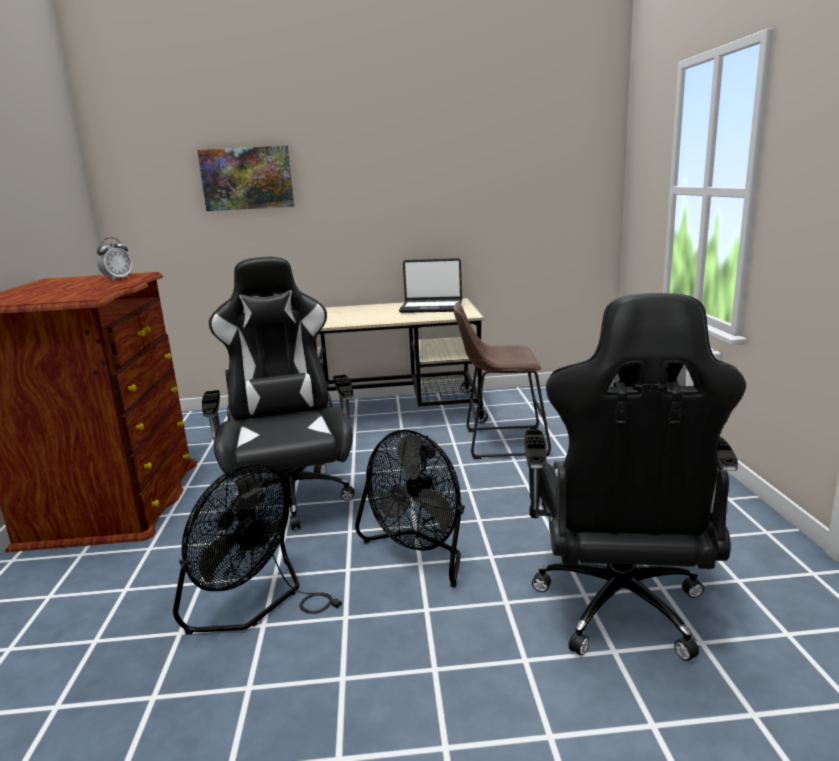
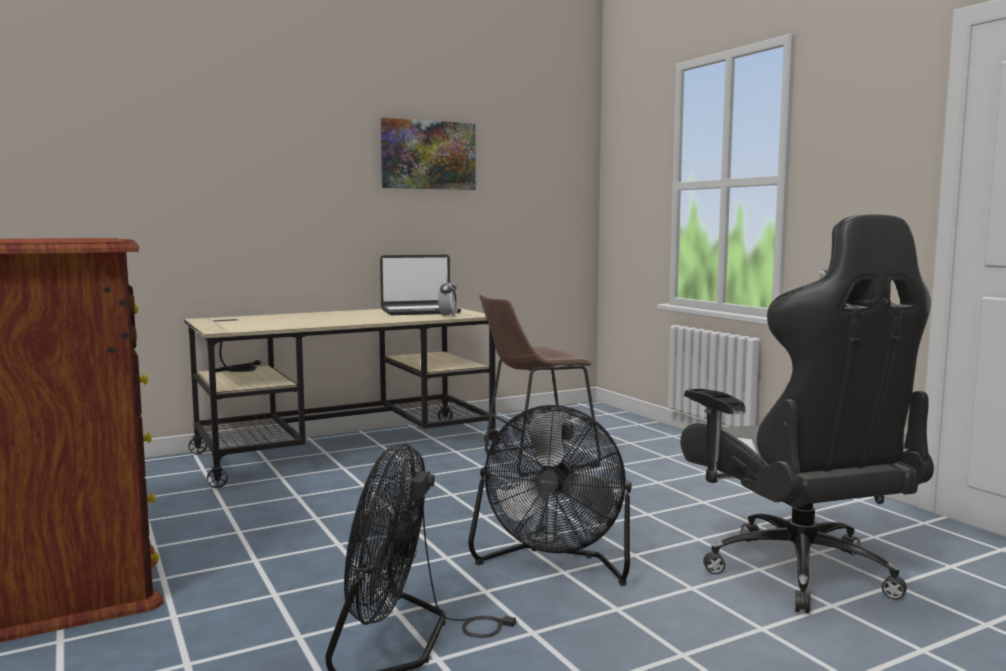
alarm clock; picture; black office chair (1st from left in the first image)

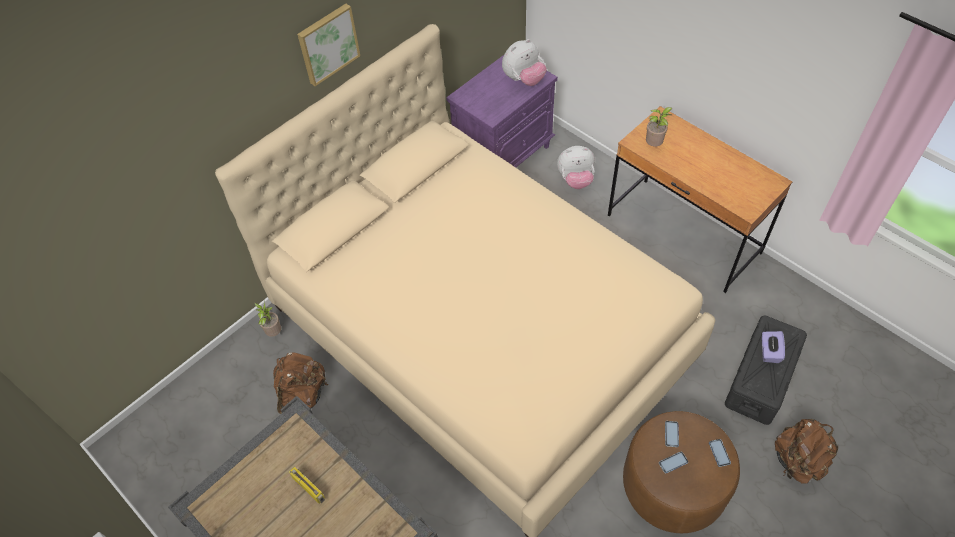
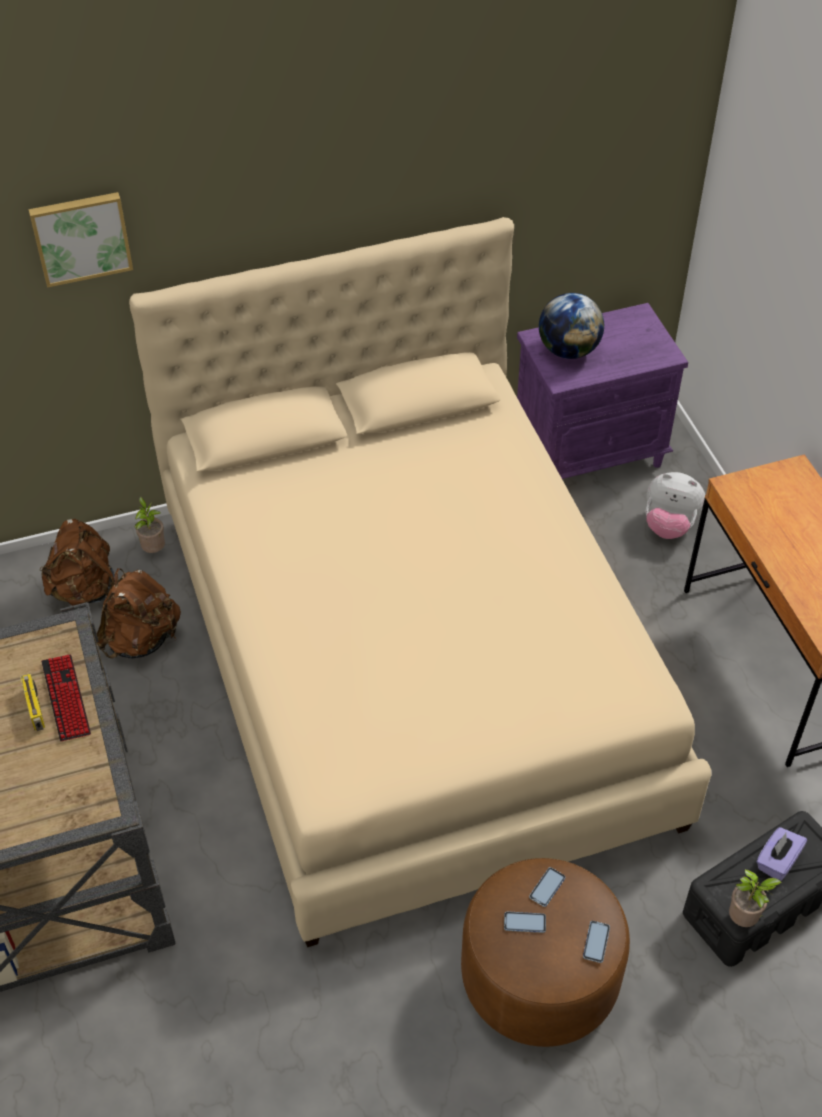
picture; plush toy (1st from left in the first image); potted plant (2nd from left); brown backpack (1st from left); keyboard; globe

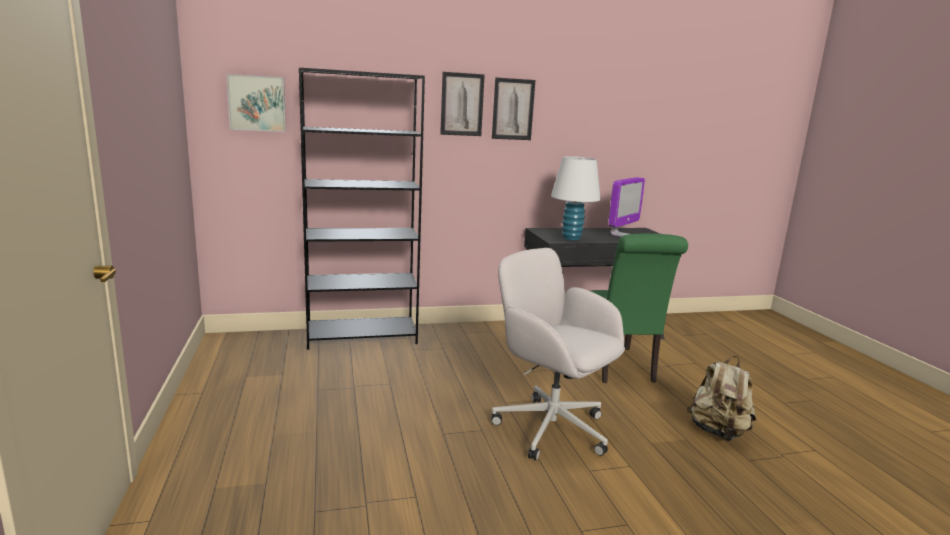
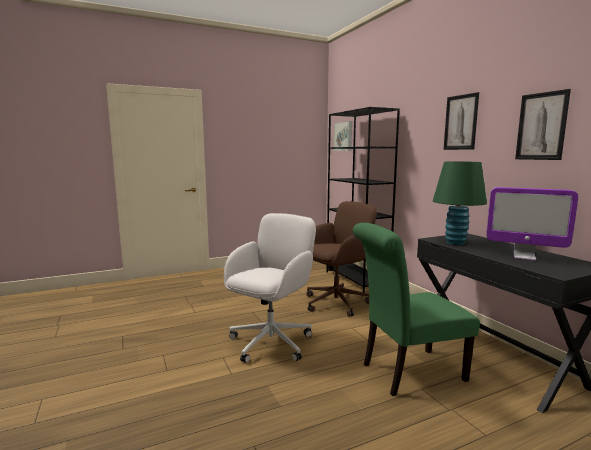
picture (3rd from left); green table lamp; beige backpack; brown office chair

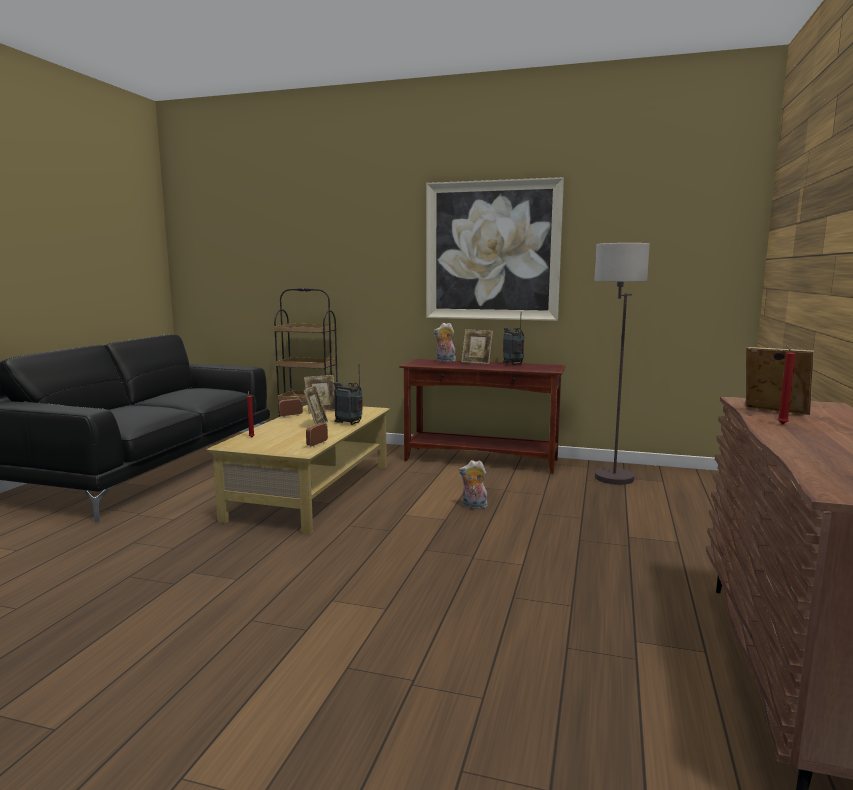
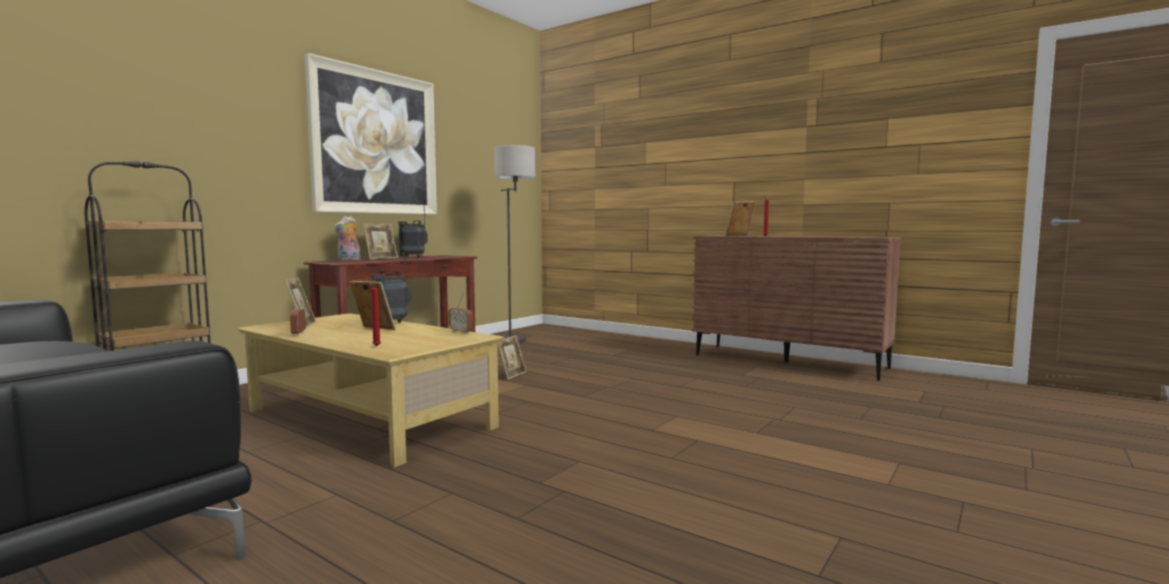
picture frame (4th from left)

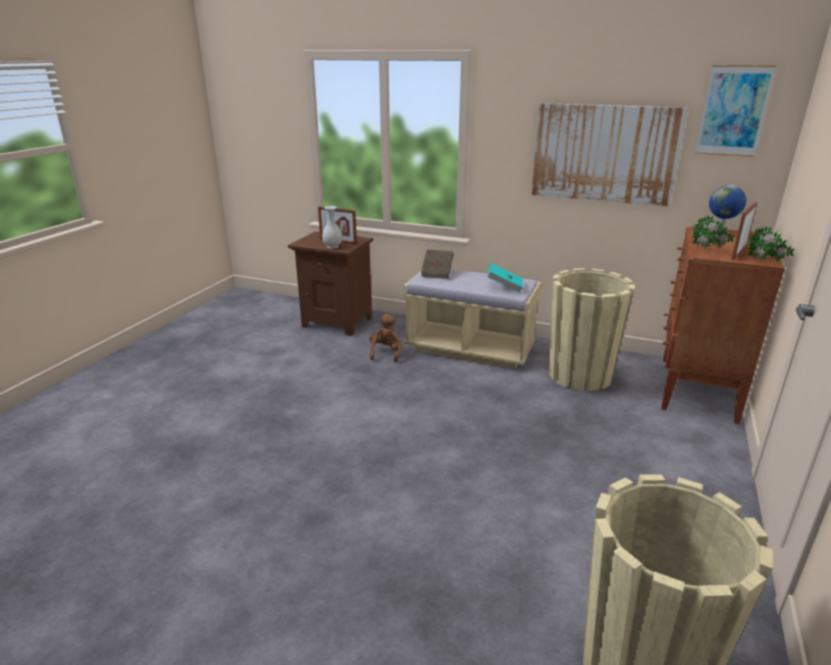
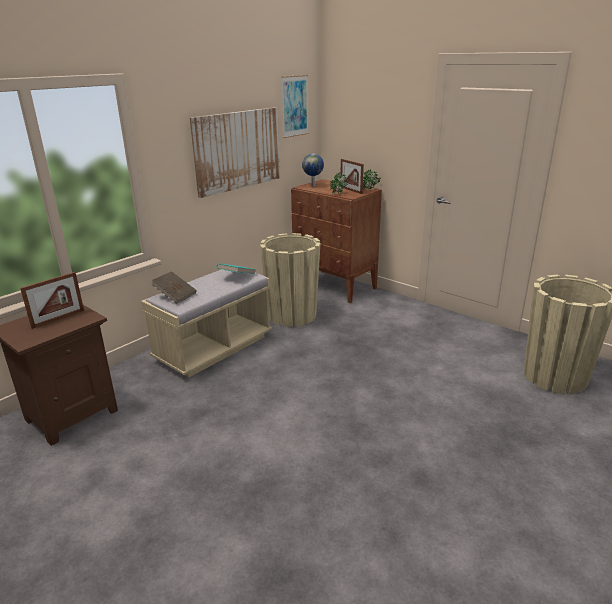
white vase; brown plush toy

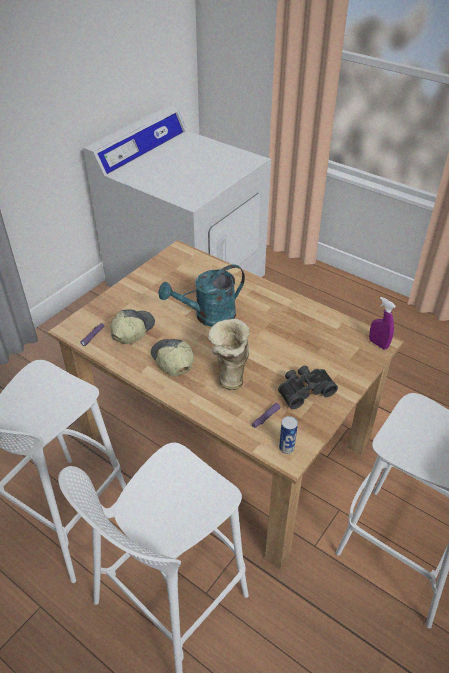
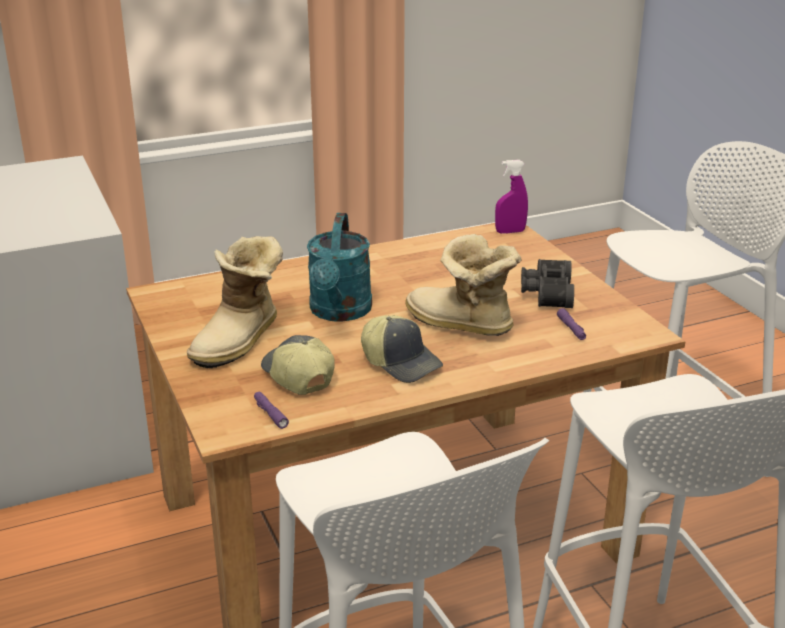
cap (2nd from left); can; boot (1st from left)

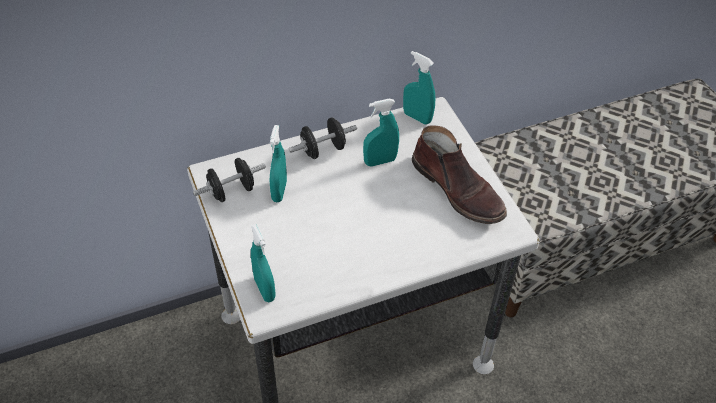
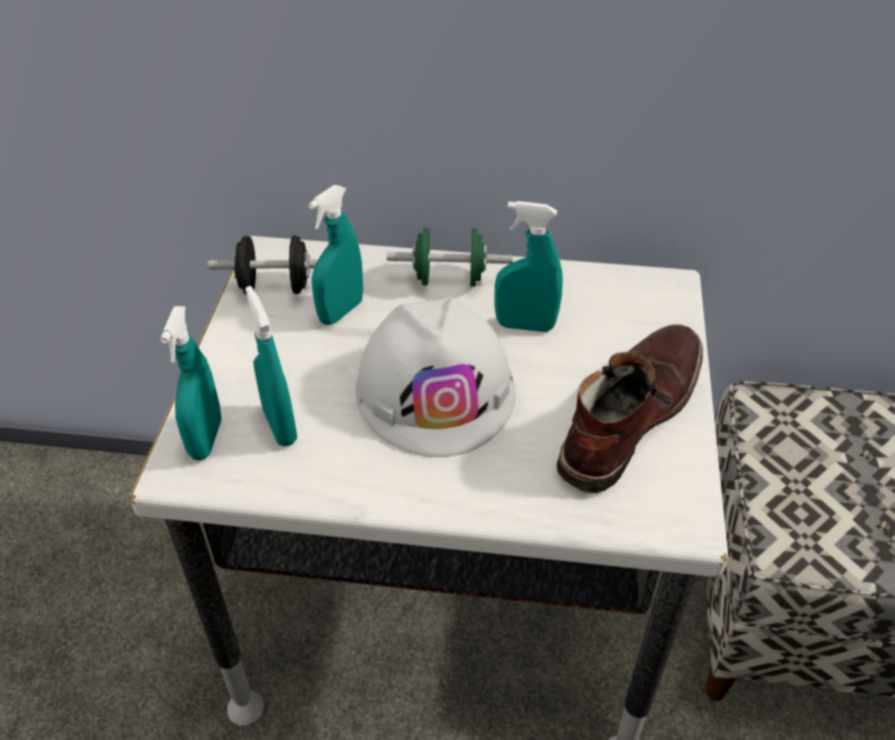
green dumbbell; turquoise spray bottle (2nd from left); brown boot; white hard hat

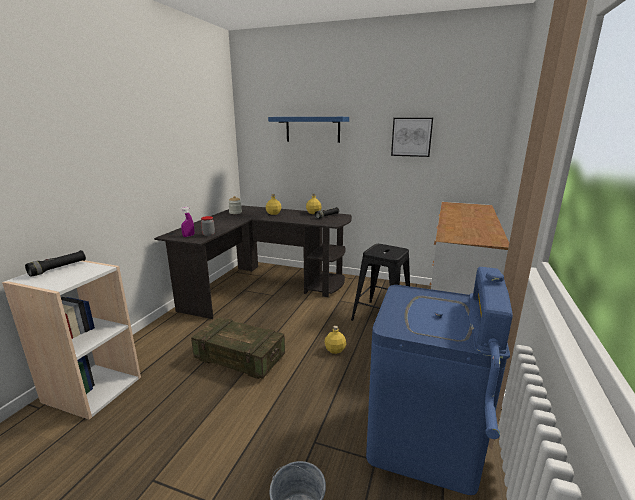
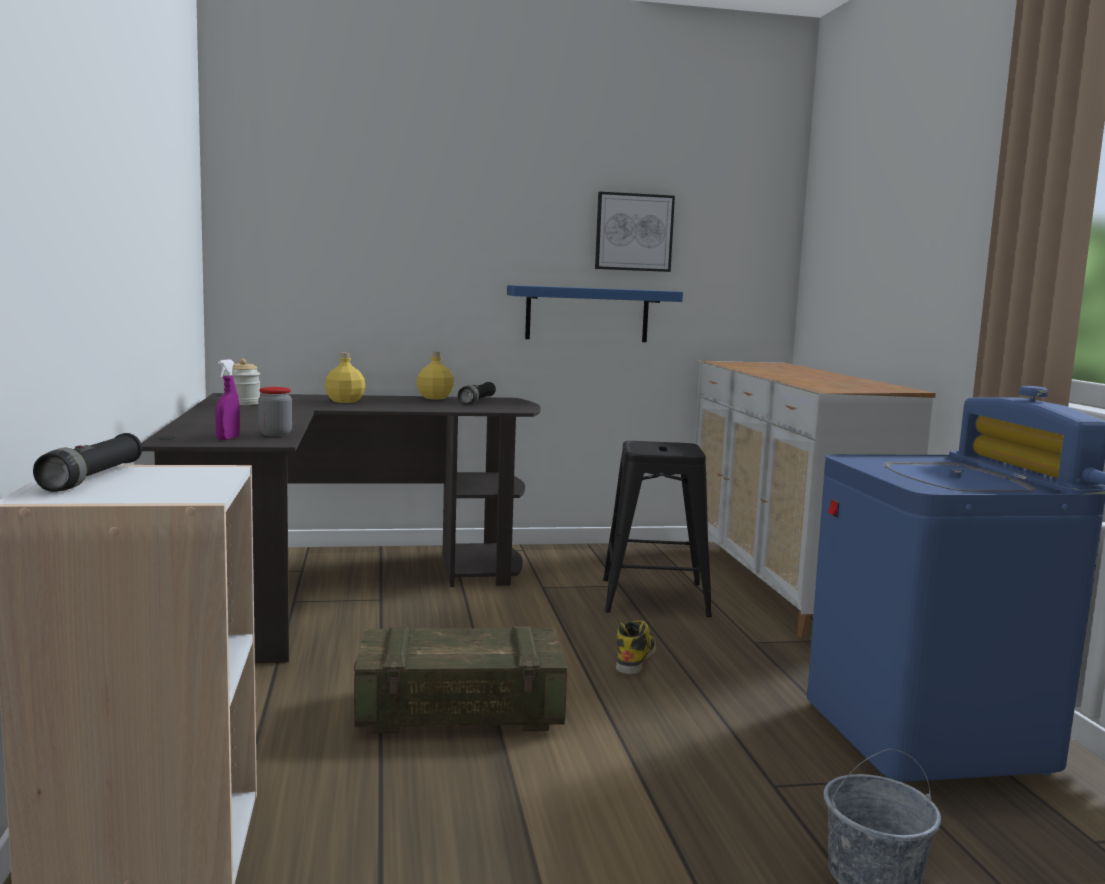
blue shelf; boot

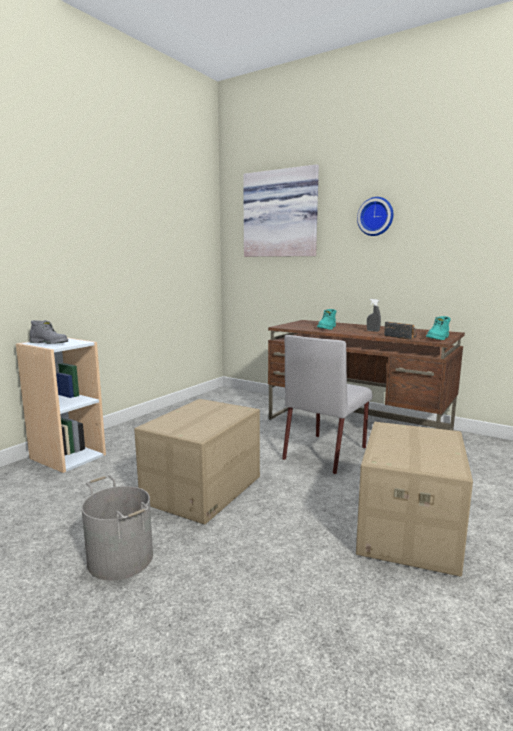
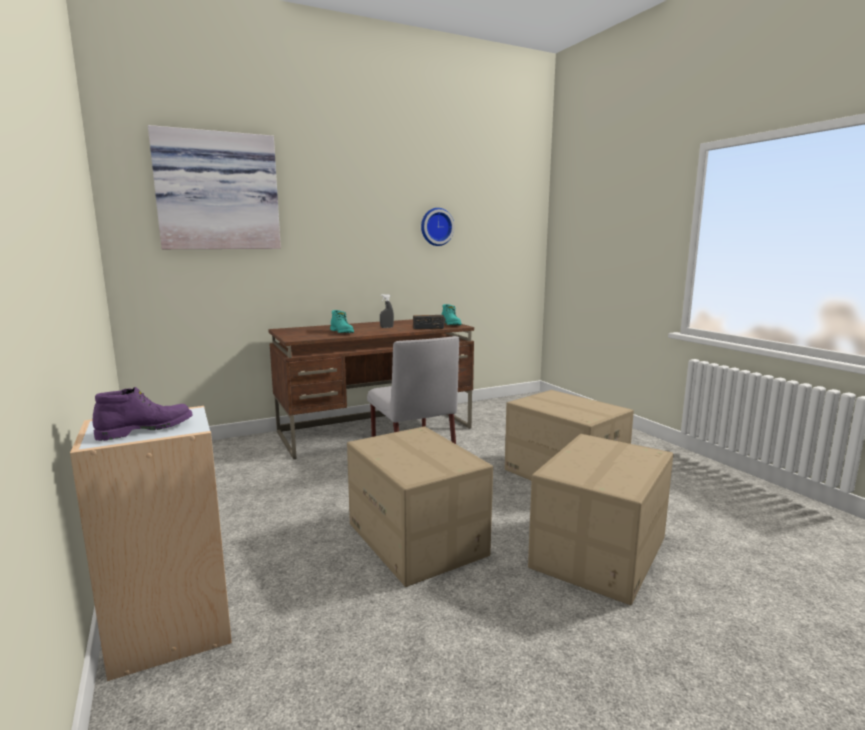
purple boot; grey bucket; wall clock; cardboard box (3rd from left)

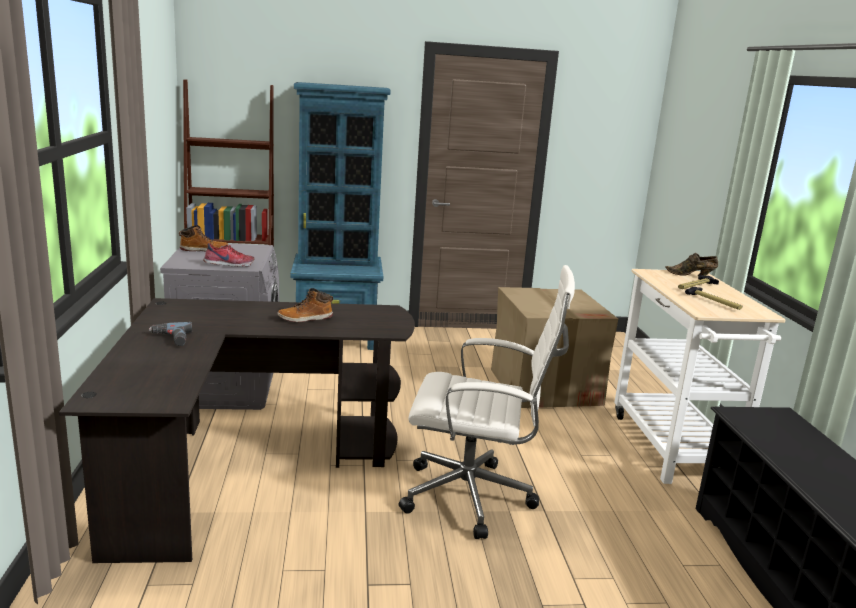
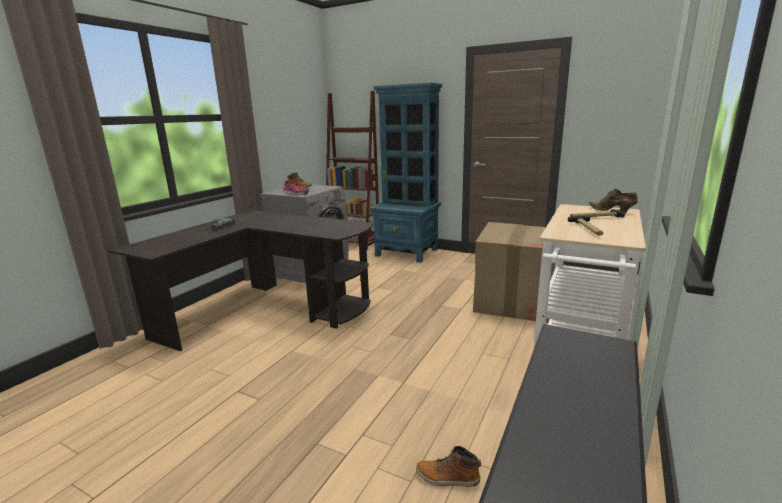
boot (2nd from left); white office chair

